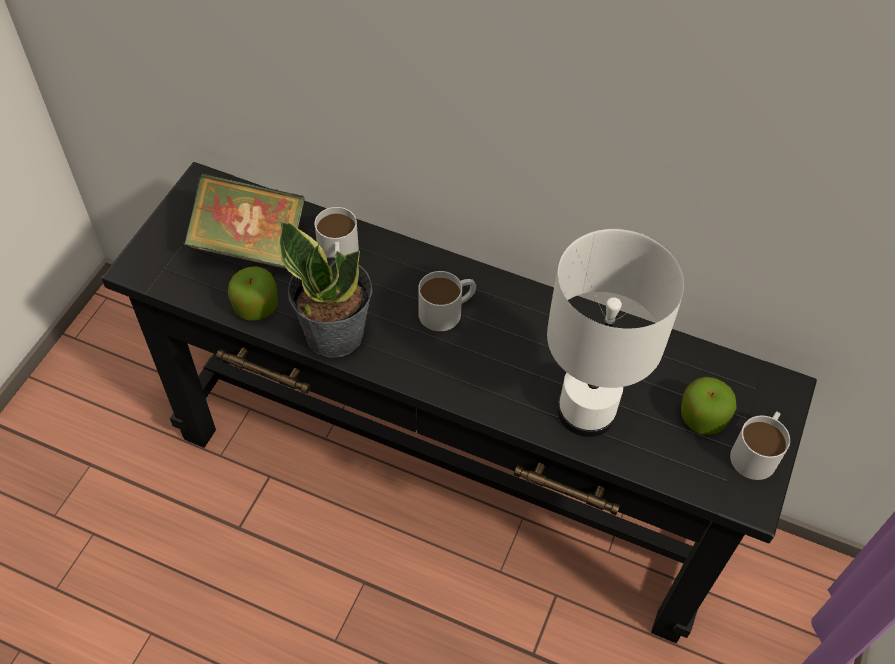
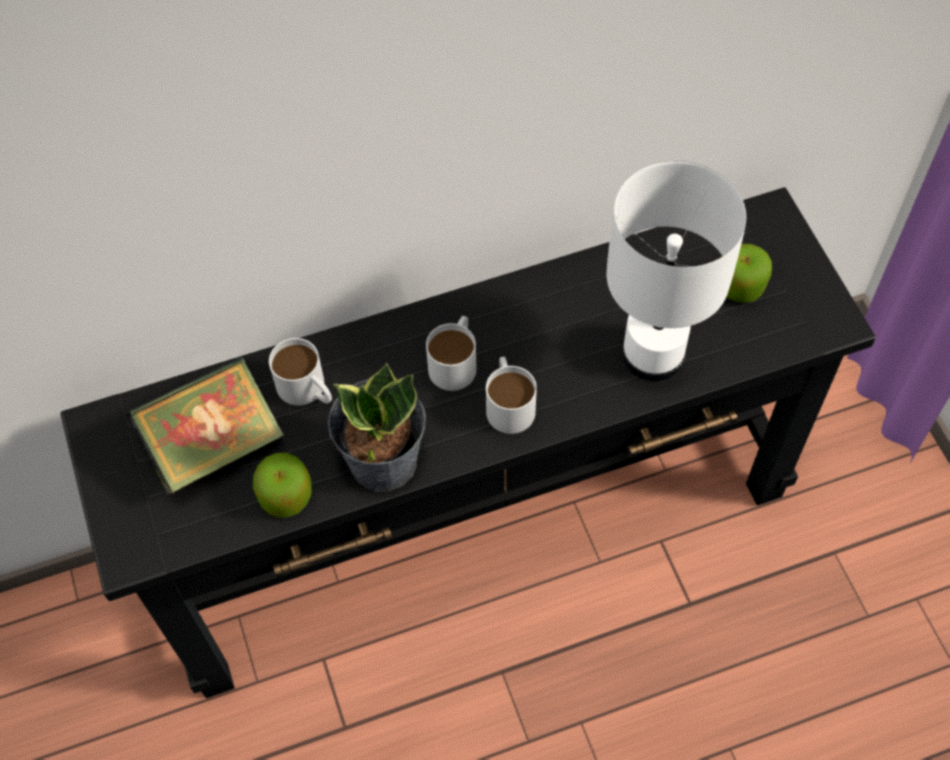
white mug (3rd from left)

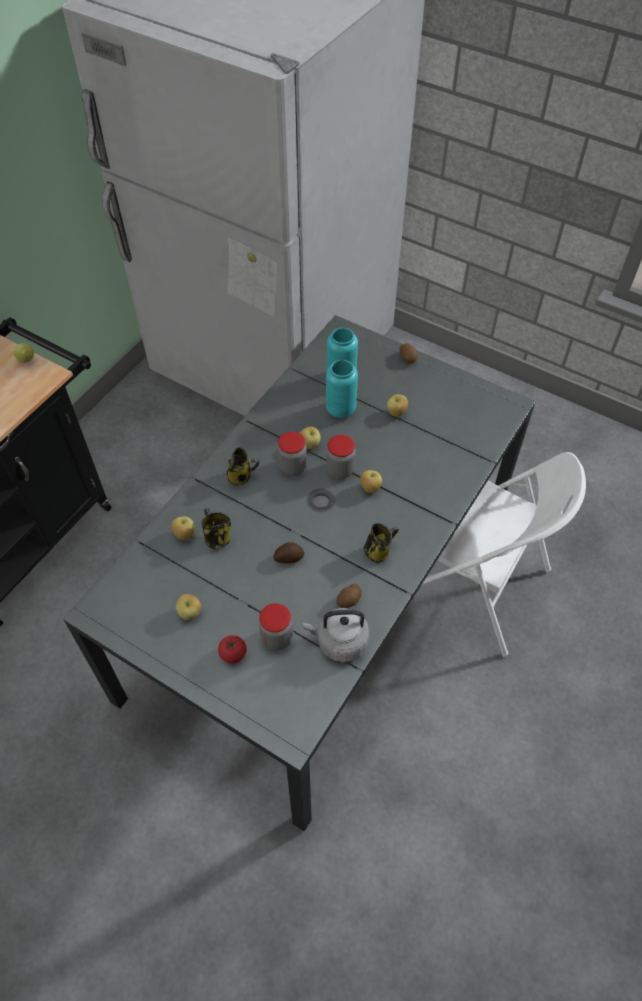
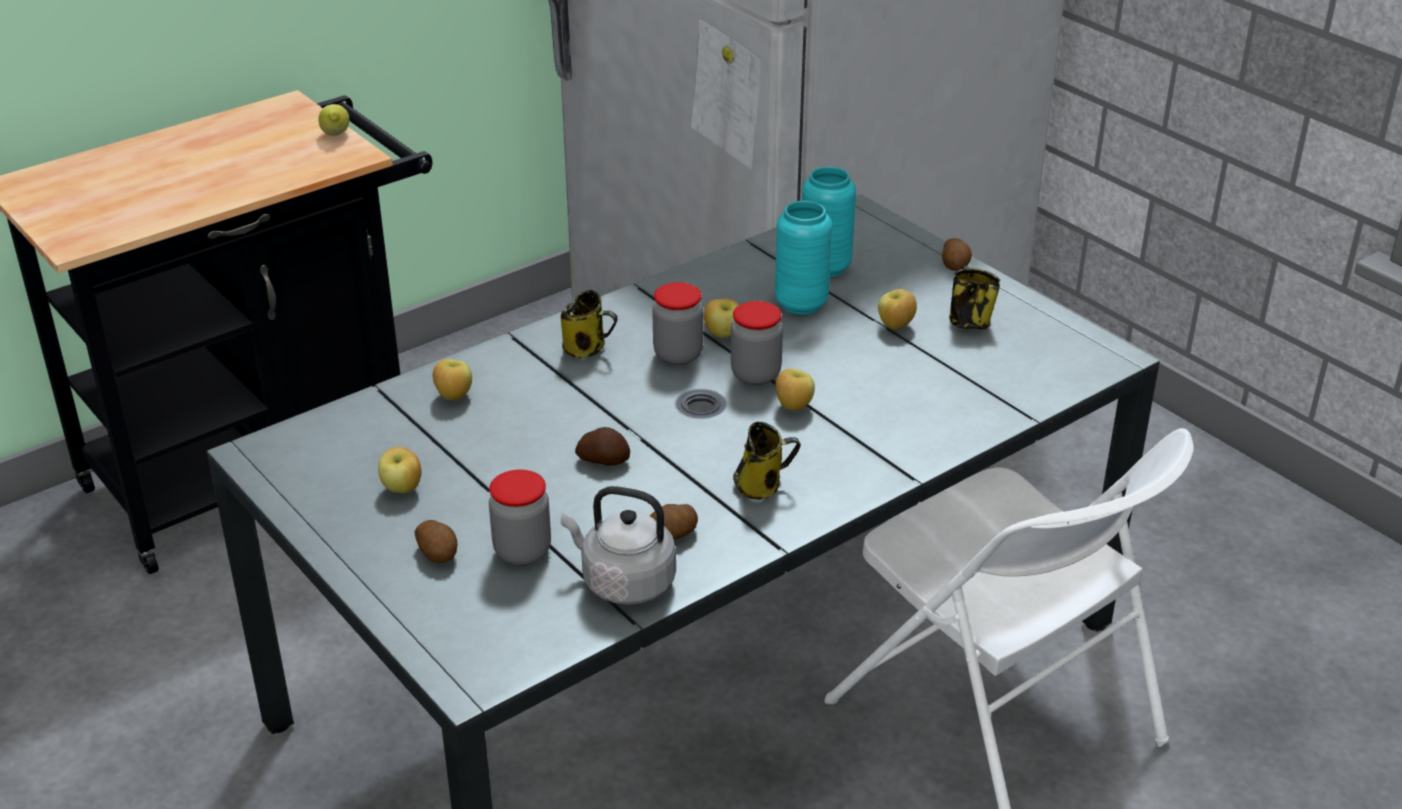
mug (3rd from left); potato (1st from left)

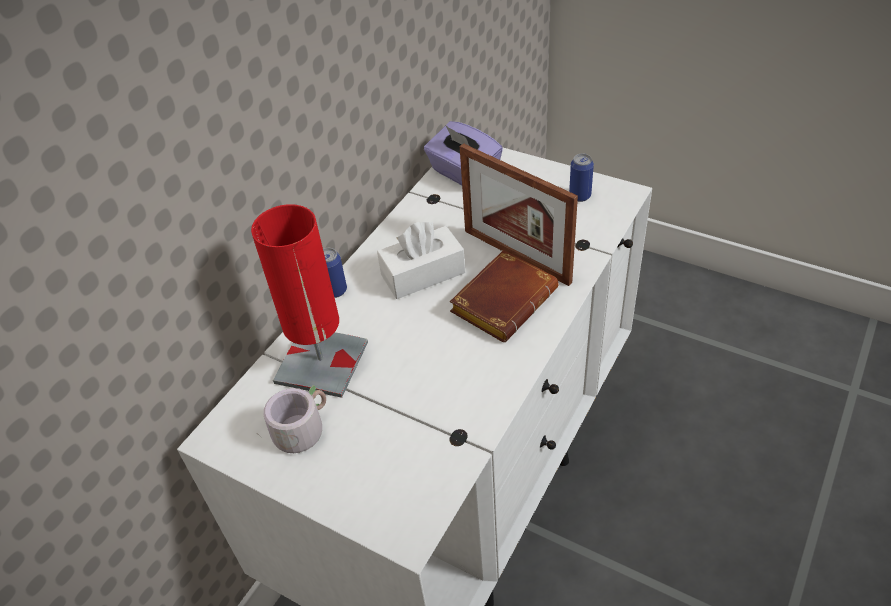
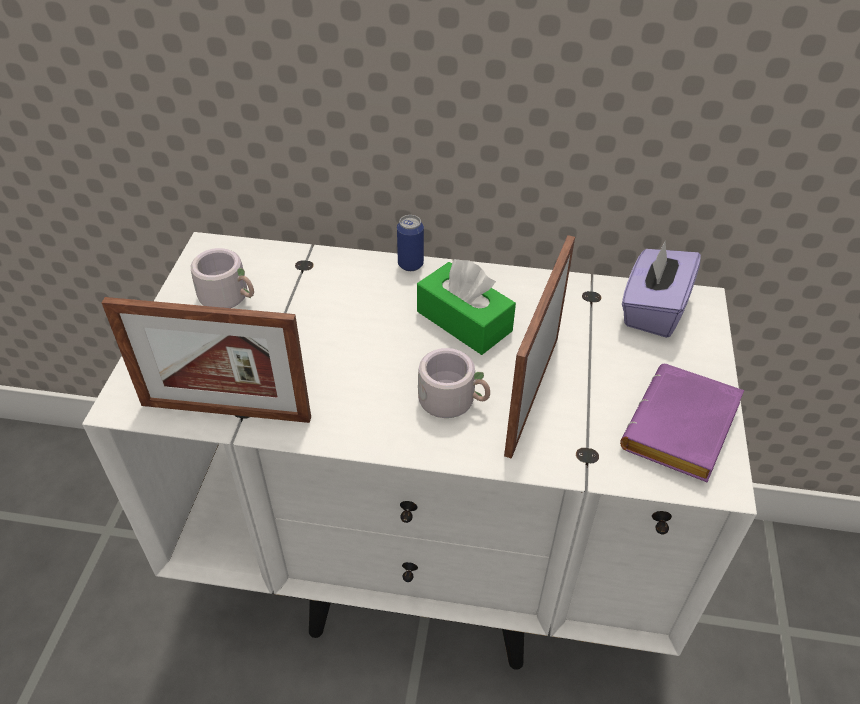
red table lamp; green tissue box; grey mug (2nd from left); purple book; picture frame (1st from left)

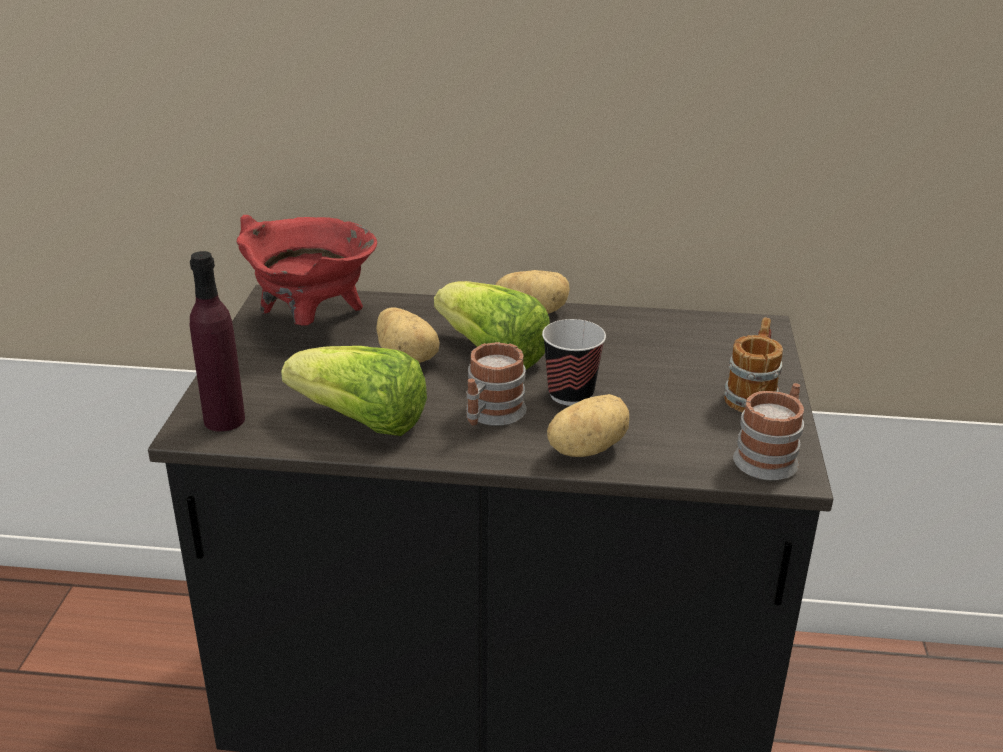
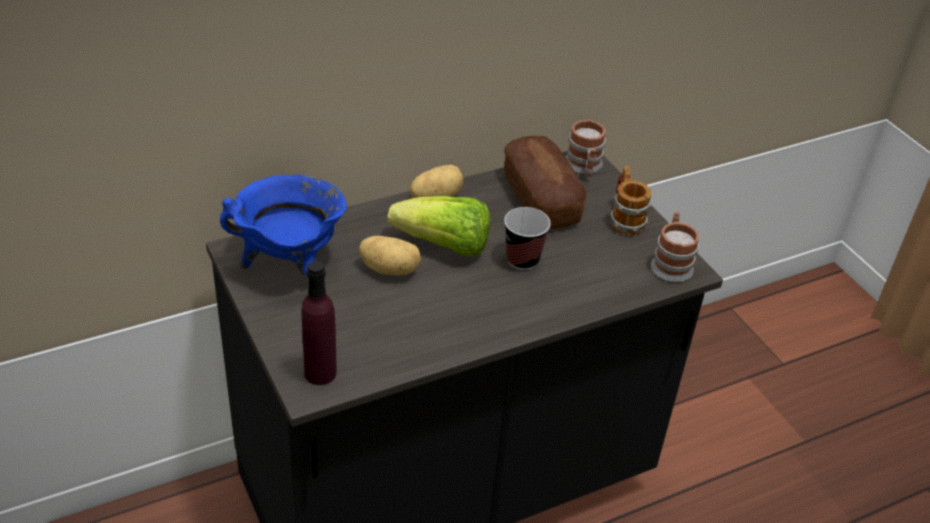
blue cooking pot; lettuce (1st from left in the first image); mug (1st from left); potato (3rd from left in the first image); bread

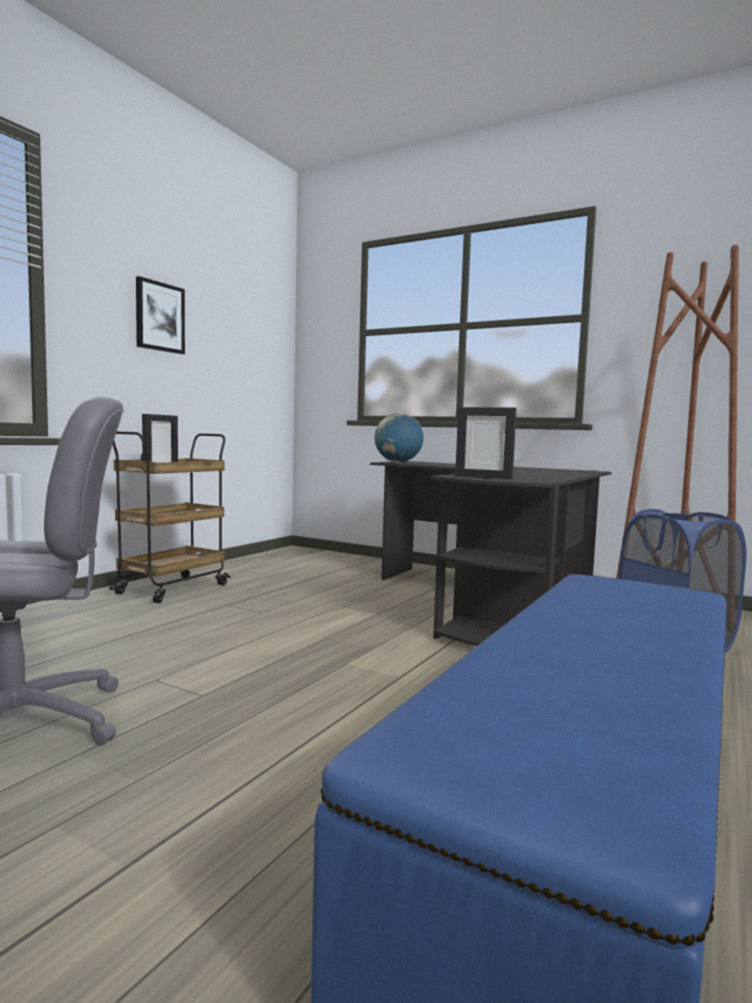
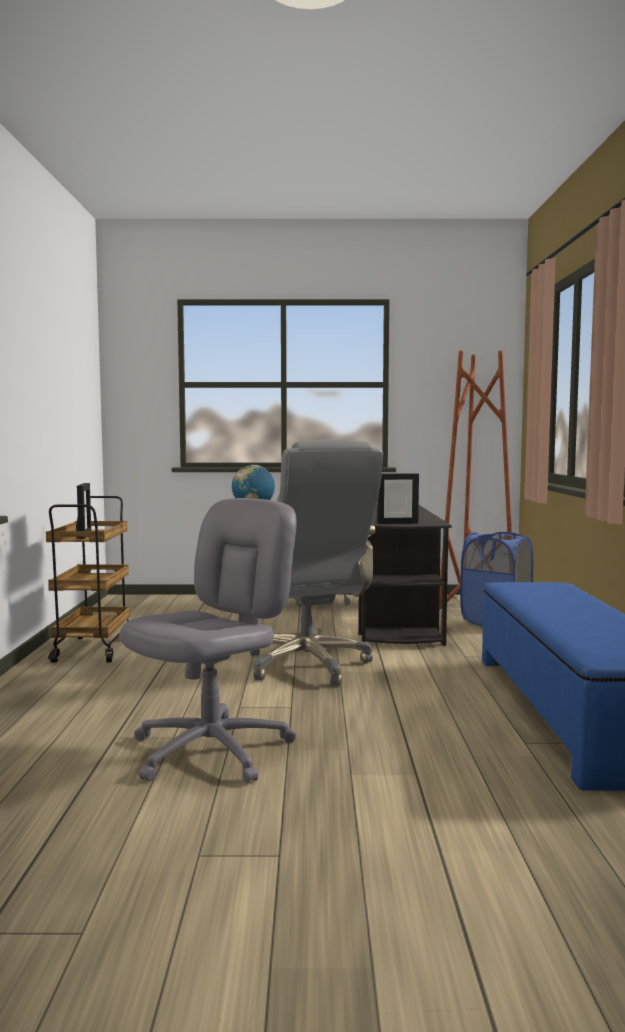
picture; grey office chair (2nd from left)

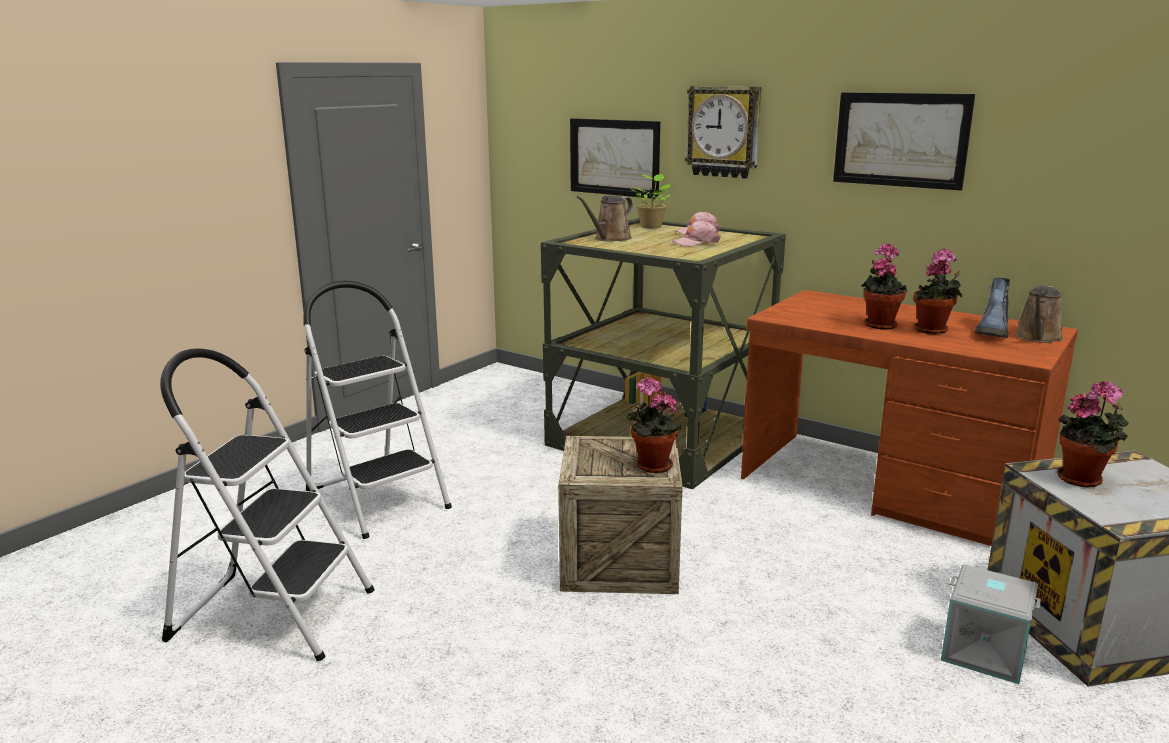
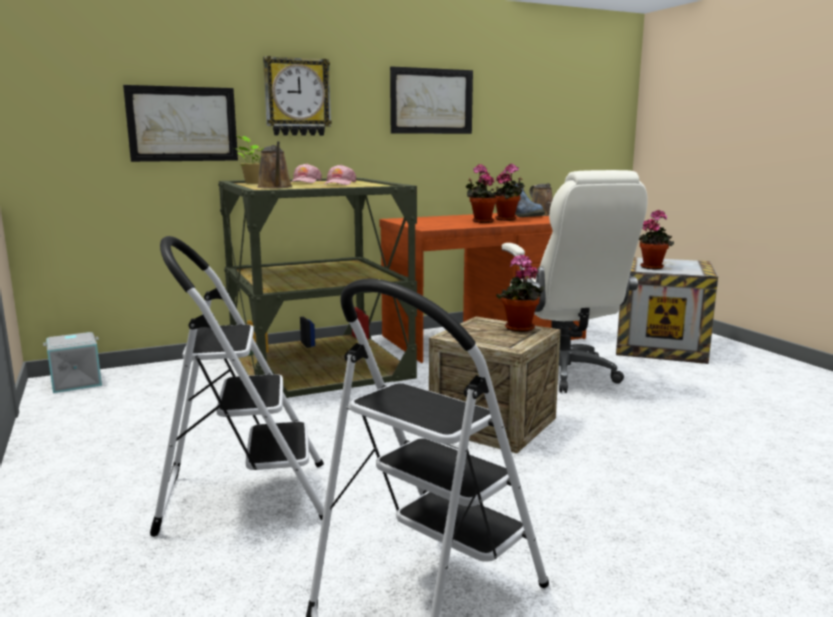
grey storage box; white office chair

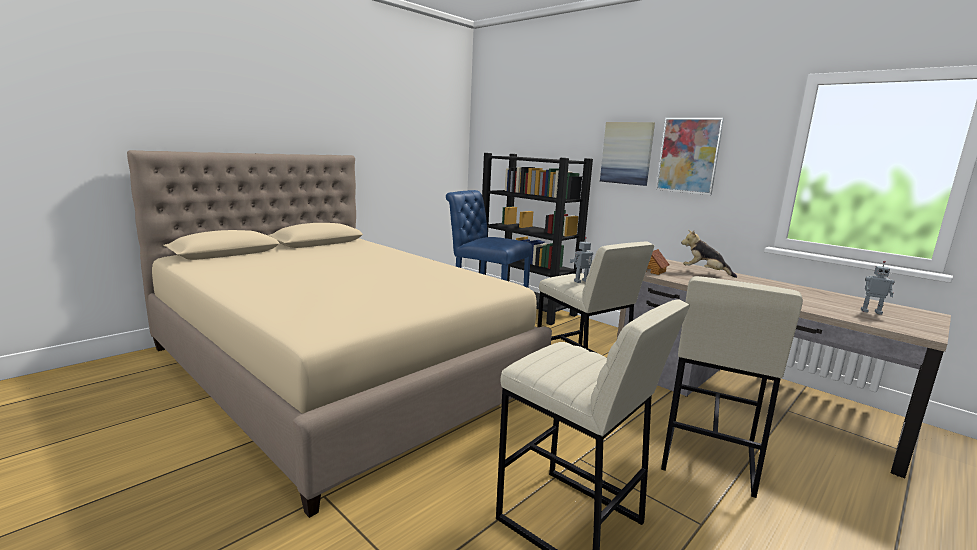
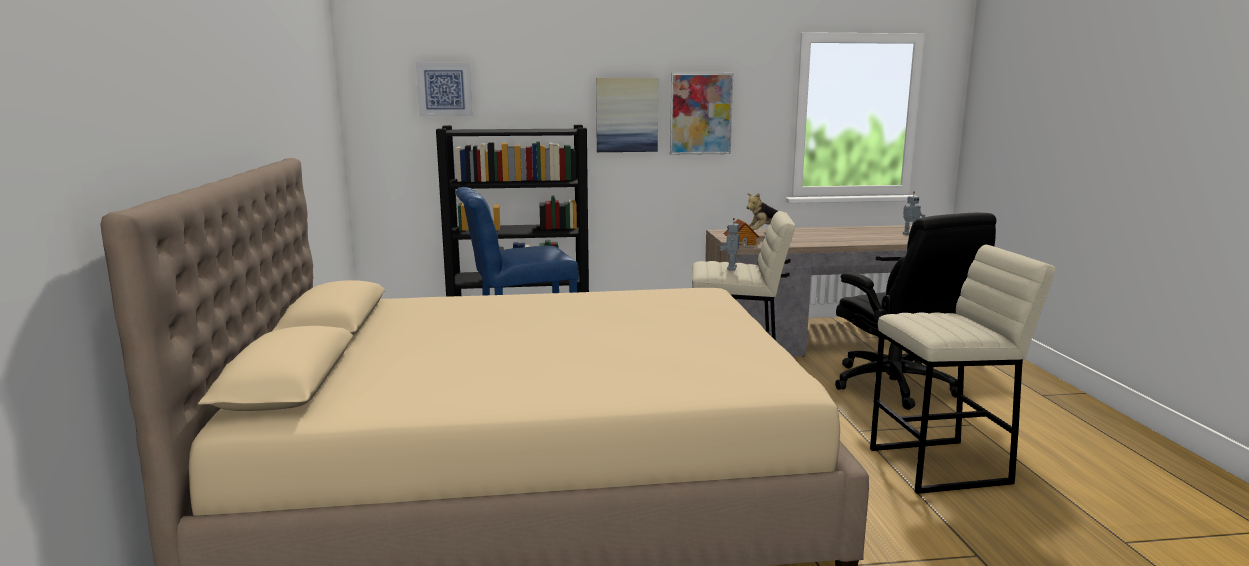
black office chair; picture (1st from left)

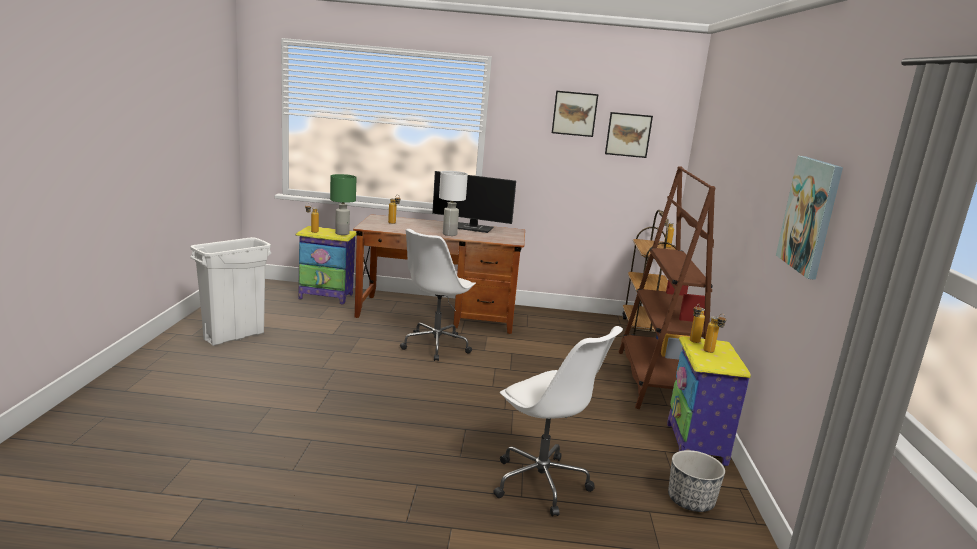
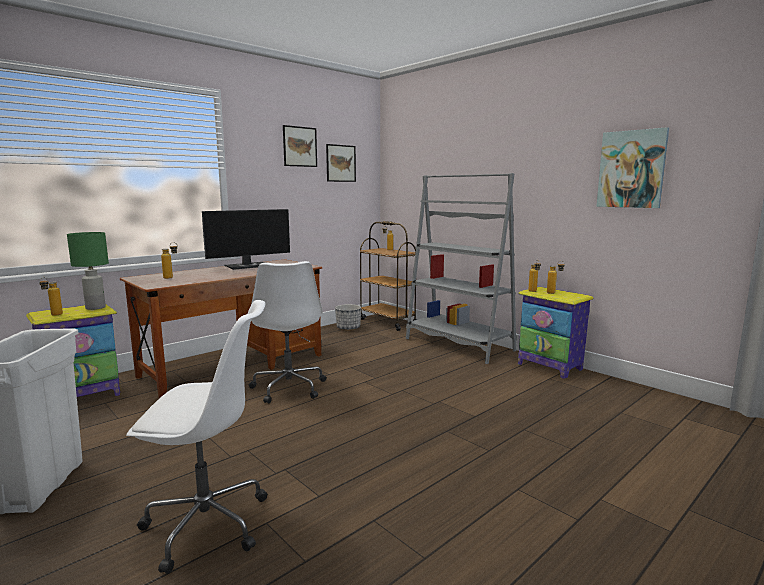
white table lamp; white office chair (1st from left); grey bookcase; planter

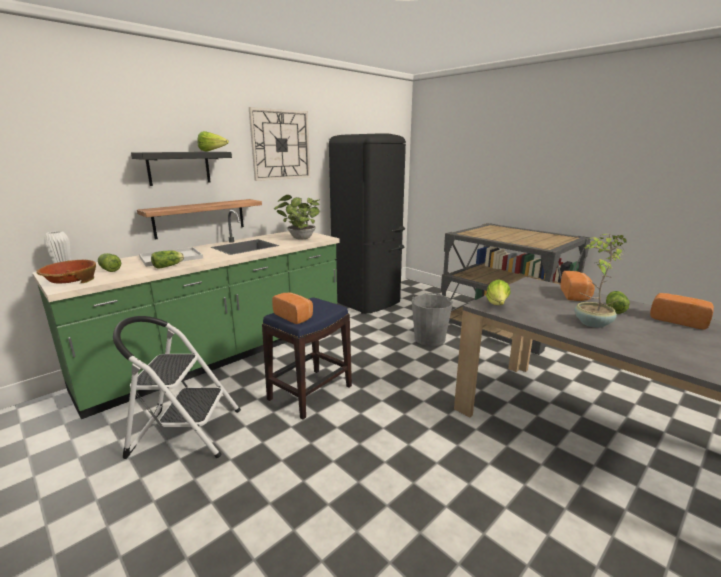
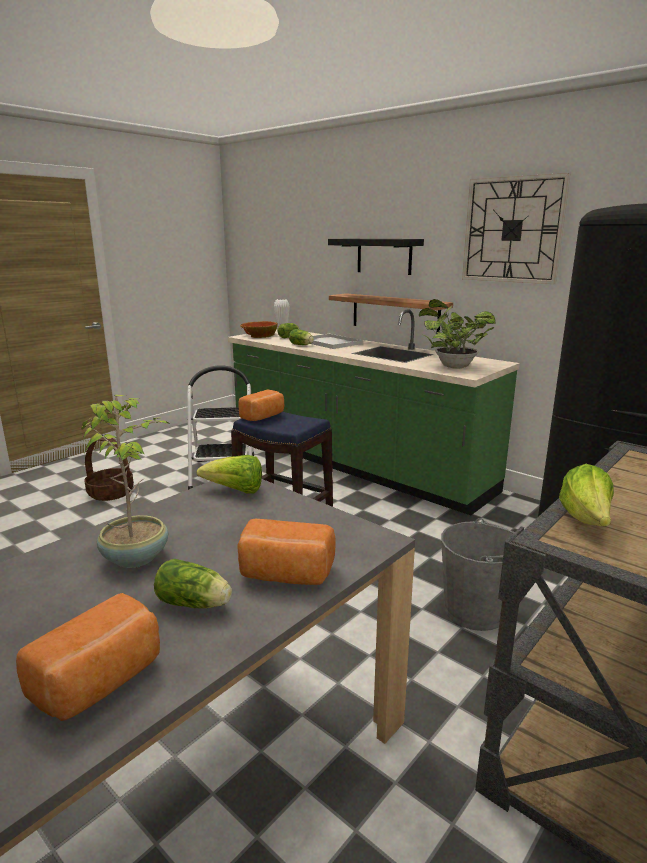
lettuce (5th from left); basket

